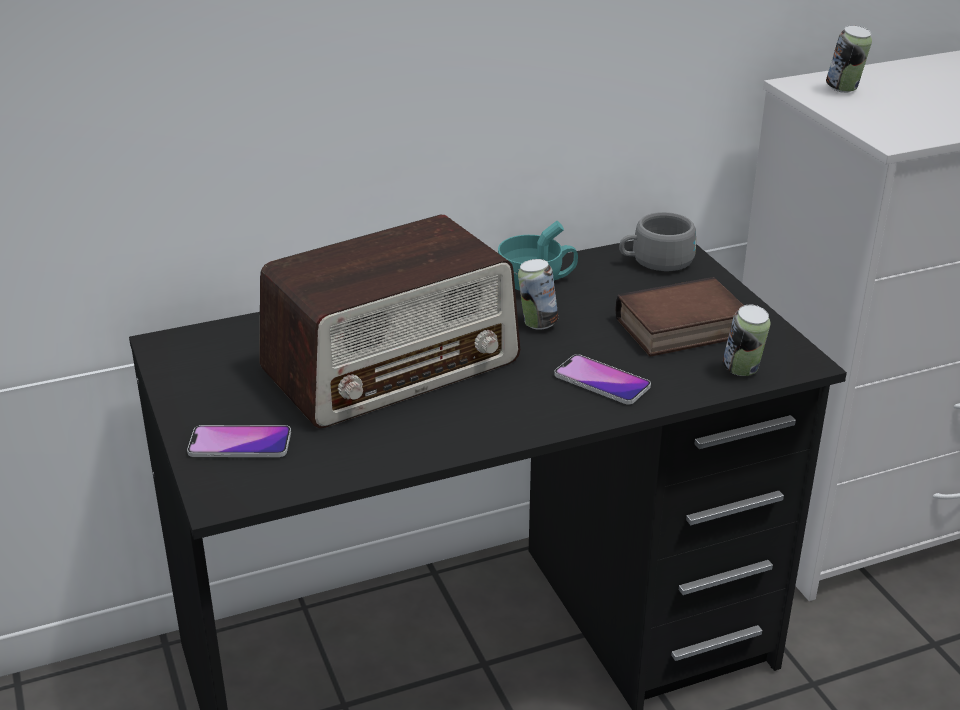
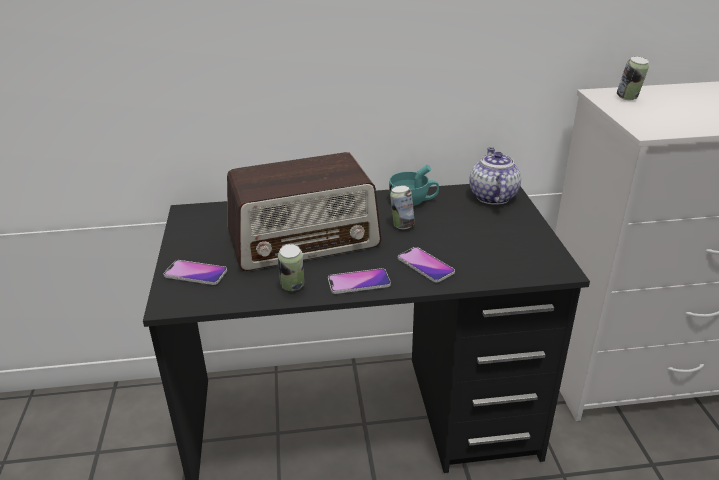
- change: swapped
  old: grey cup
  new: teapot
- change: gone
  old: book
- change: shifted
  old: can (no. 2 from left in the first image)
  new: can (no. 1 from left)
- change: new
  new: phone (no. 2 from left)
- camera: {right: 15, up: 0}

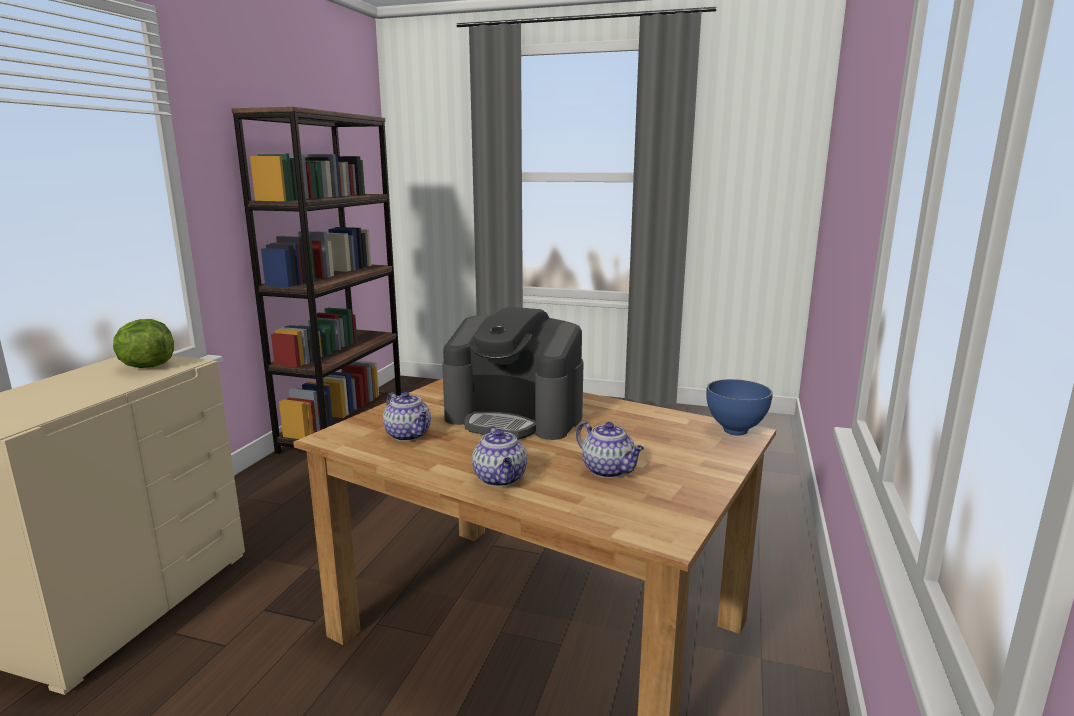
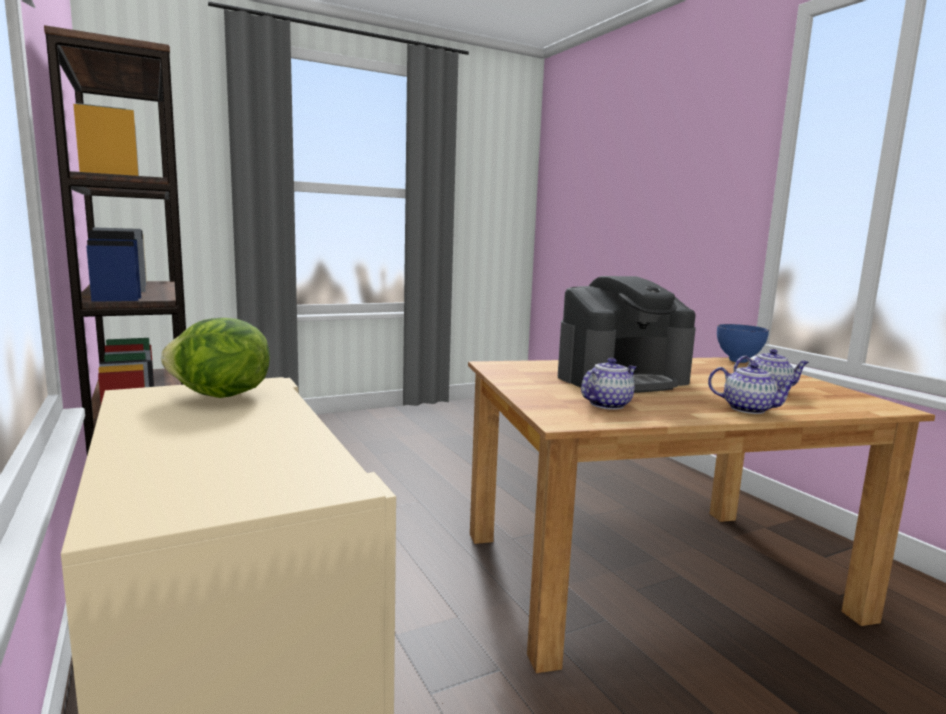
- change: rotated
  old: teapot (no. 1 from left)
  degrees: -45
- camera: {right: -45, up: -5}

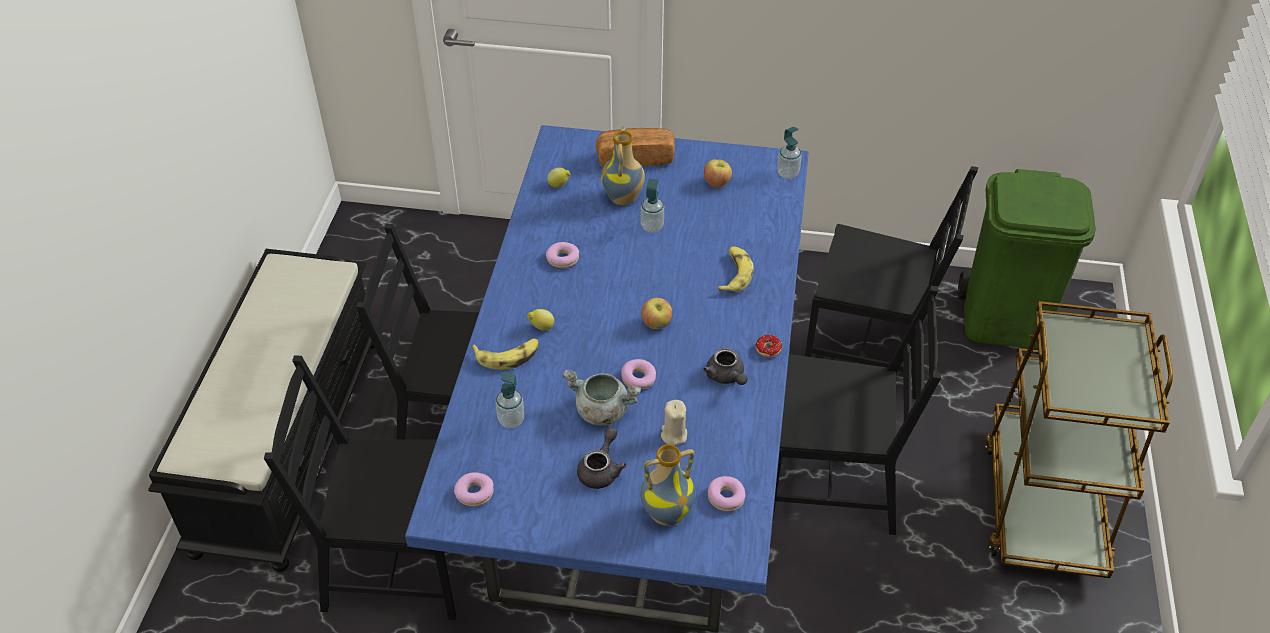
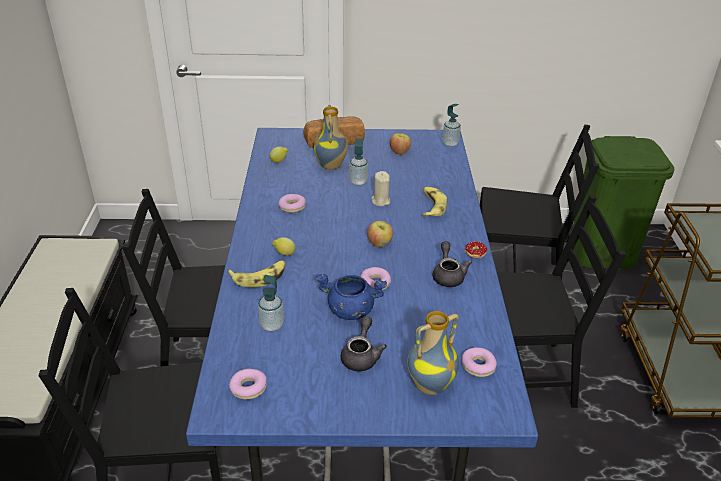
- change: rotated
  old: grey teapot (no. 2 from left)
  degrees: -150
- change: repainted
  old: grey cooking pot
  new: blue cooking pot
- change: shifted
  old: beige candle
- camera: {right: -10, up: -10}

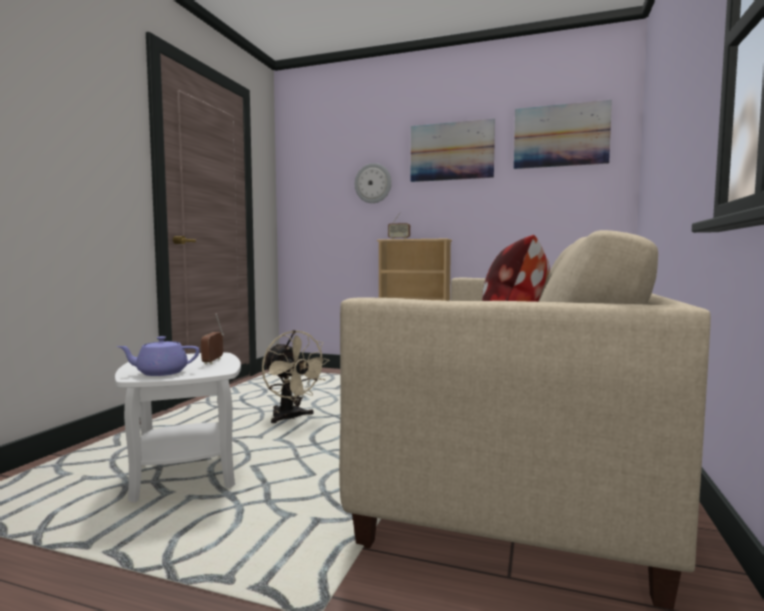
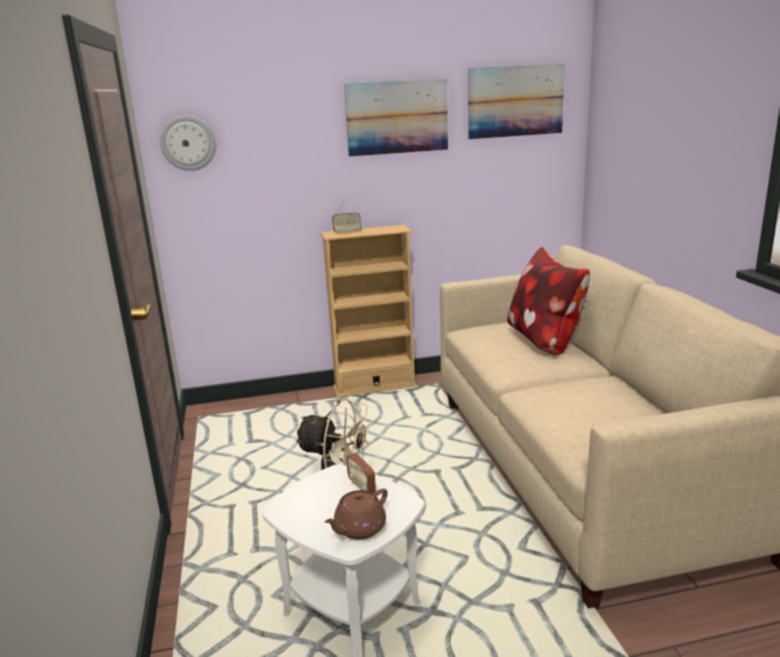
- change: shifted
  old: wall clock
- change: repainted
  old: purple teapot
  new: brown teapot
- camera: {right: -30, up: 15}

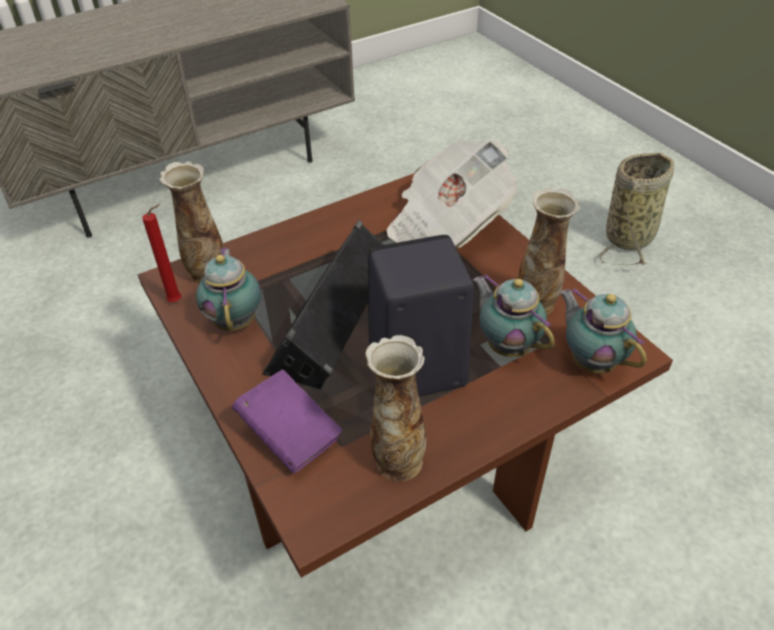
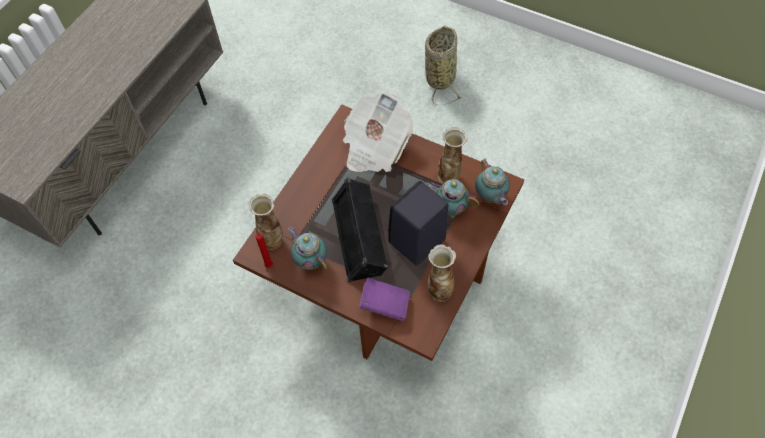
- change: rotated
  old: teapot (no. 3 from left)
  degrees: -135
- camera: {right: -30, up: 15}

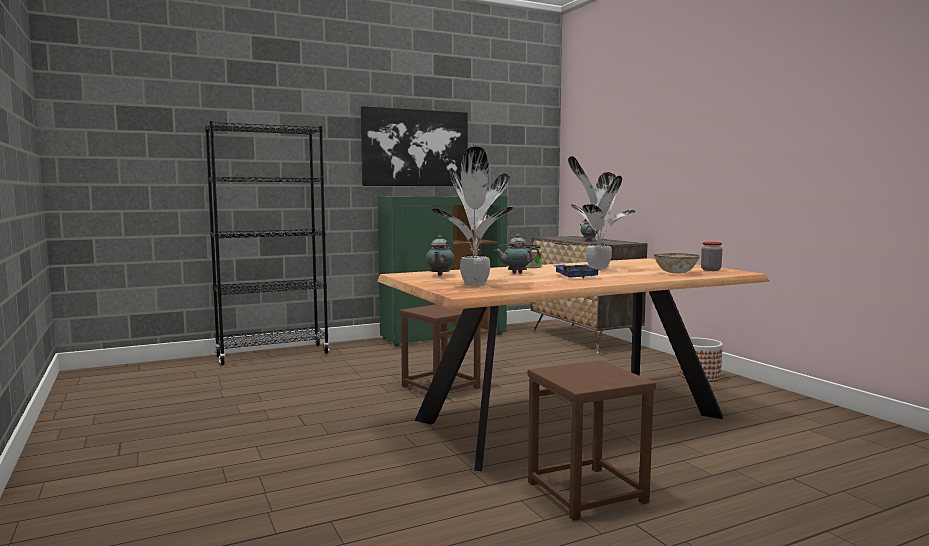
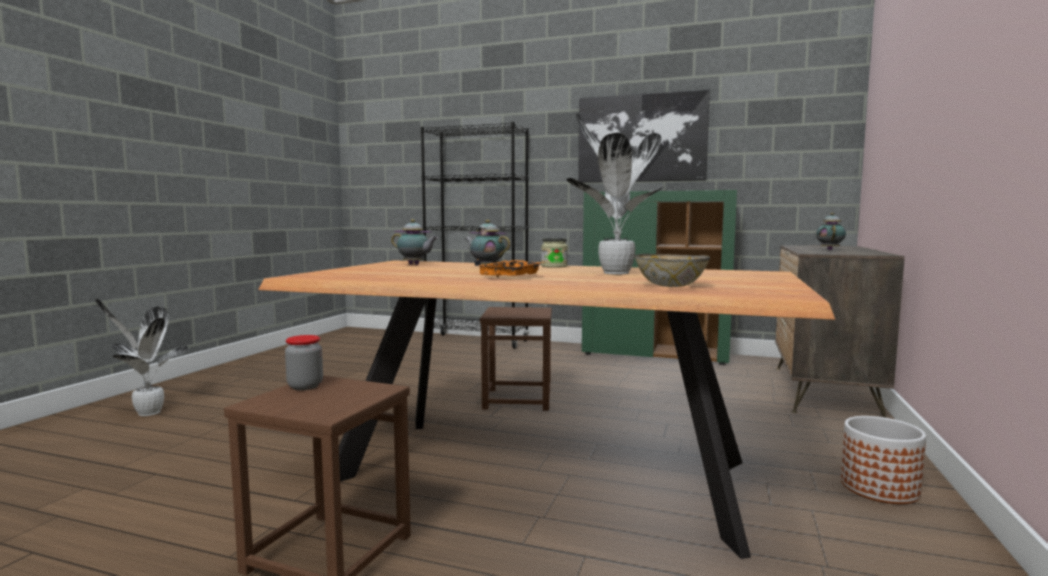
- change: shifted
  old: potted plant (no. 1 from left)
- change: rotated
  old: teapot (no. 1 from left)
  degrees: -120
- change: shifted
  old: jar (no. 2 from left in the first image)
  new: jar (no. 1 from left)
- change: repainted
  old: blue tray
  new: orange tray
- camera: {right: 45, up: 0}

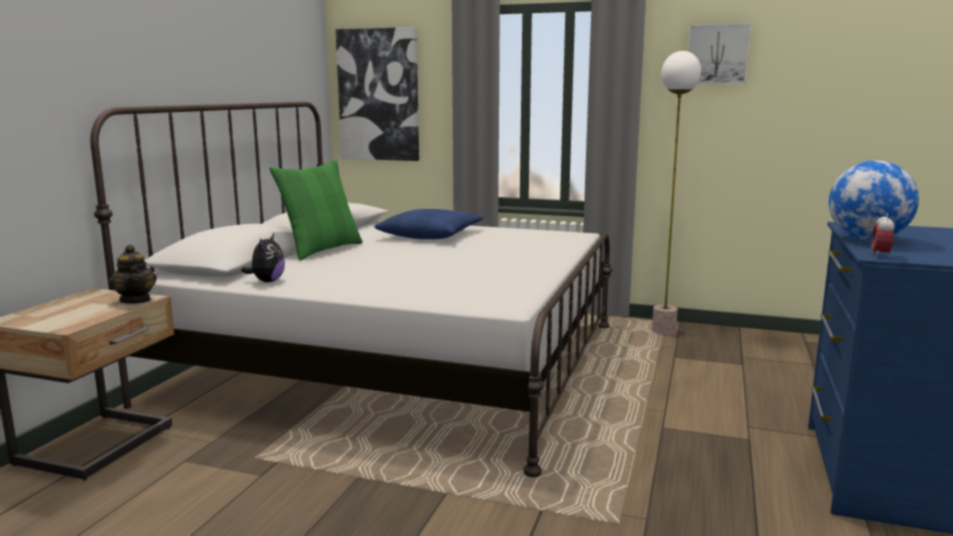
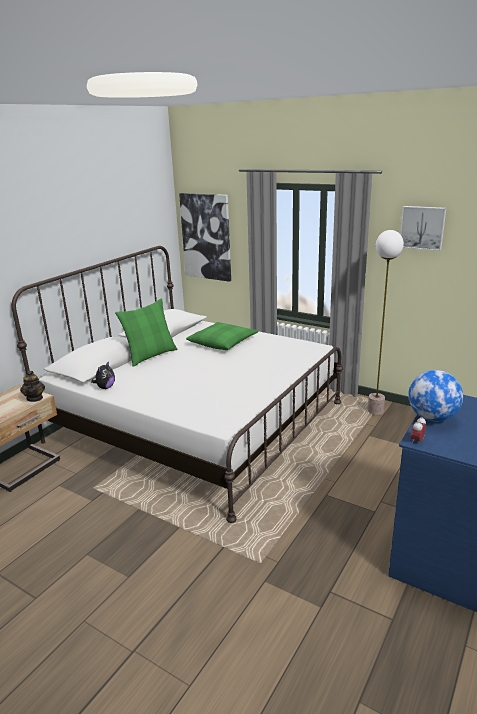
- change: repainted
  old: blue pillow
  new: green pillow (no. 2 from left)
- camera: {right: 15, up: 10}

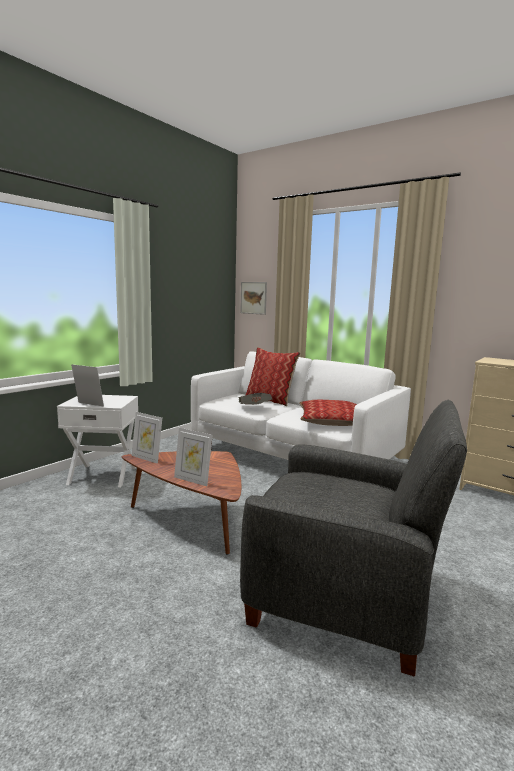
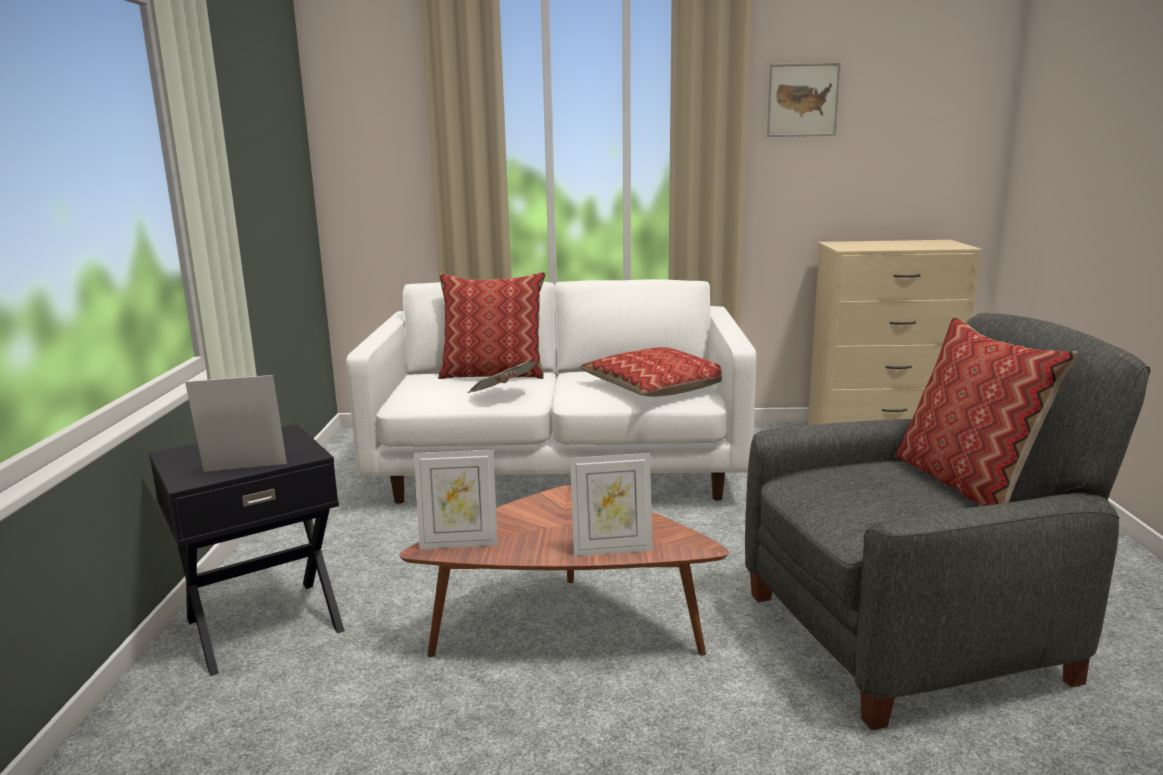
- change: shifted
  old: picture
- change: repainted
  old: white side table
  new: black side table
- change: new
  new: pillow (no. 3 from left)
- camera: {right: -35, up: 5}

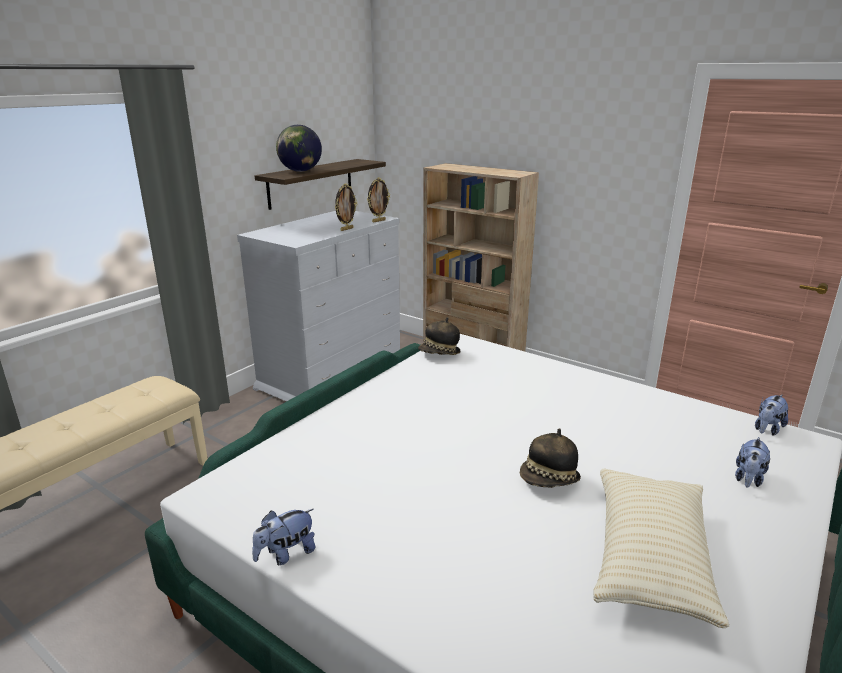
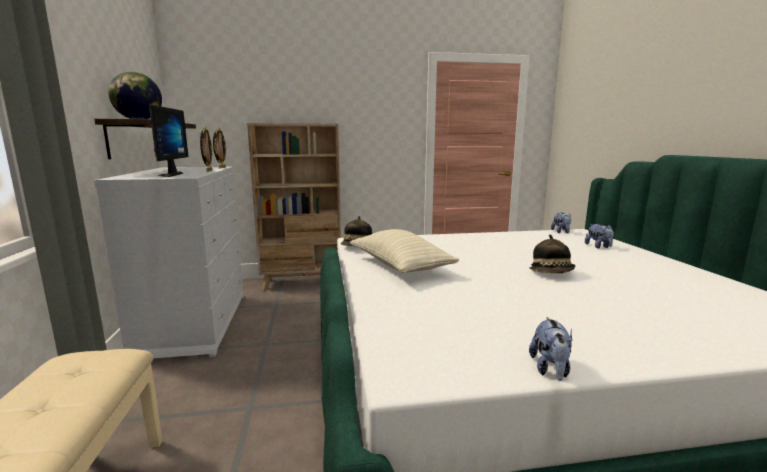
- change: shifted
  old: beige pillow
- change: new
  new: monitor
- camera: {right: -45, up: -10}

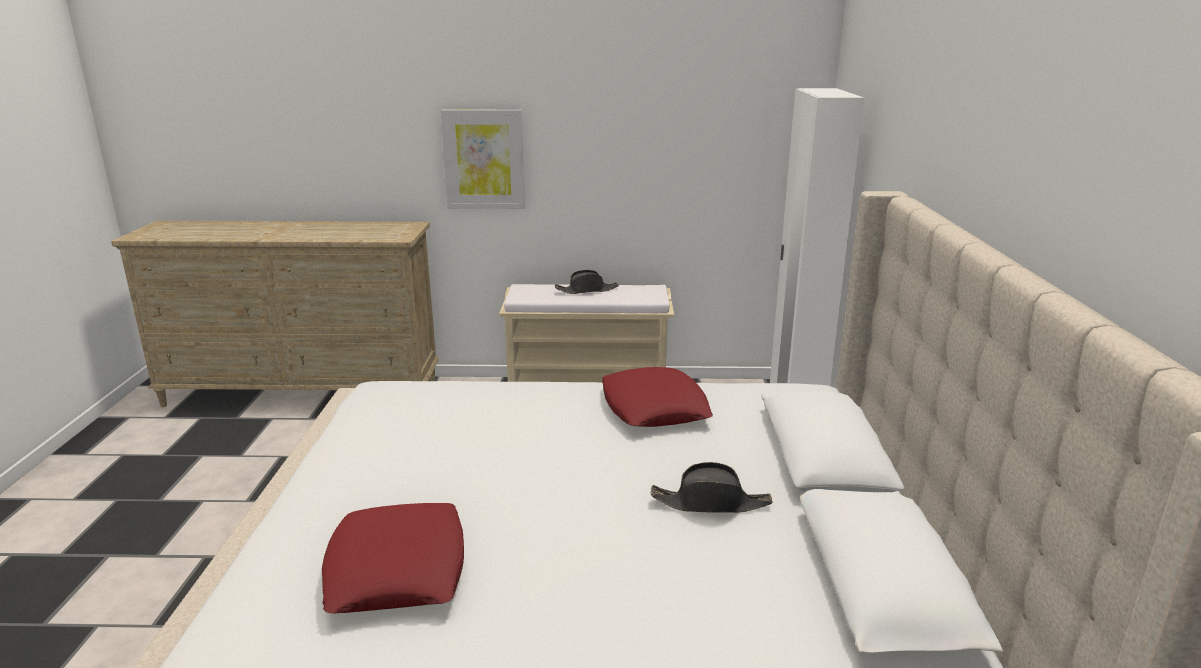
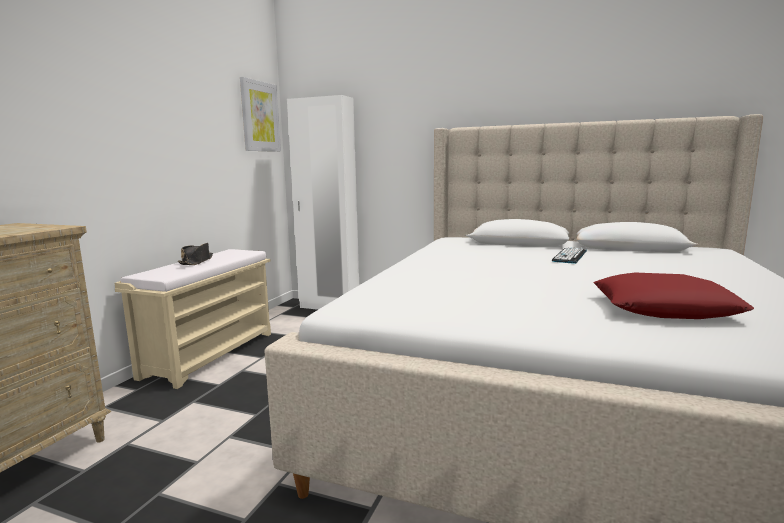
- change: shifted
  old: picture
- change: gone
  old: red pillow (no. 2 from left)
- change: swapped
  old: black hat (no. 2 from left)
  new: keyboard
- camera: {right: -70, up: -10}

